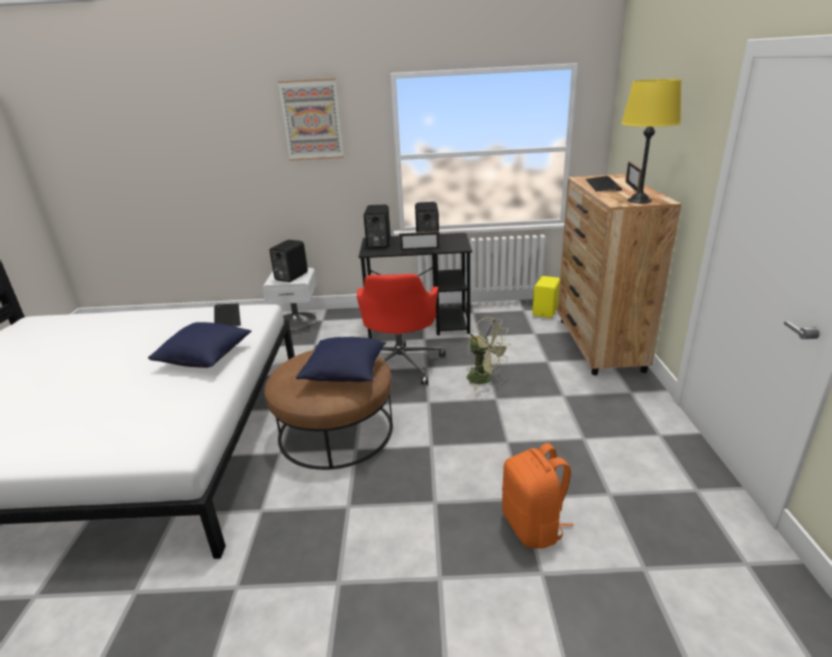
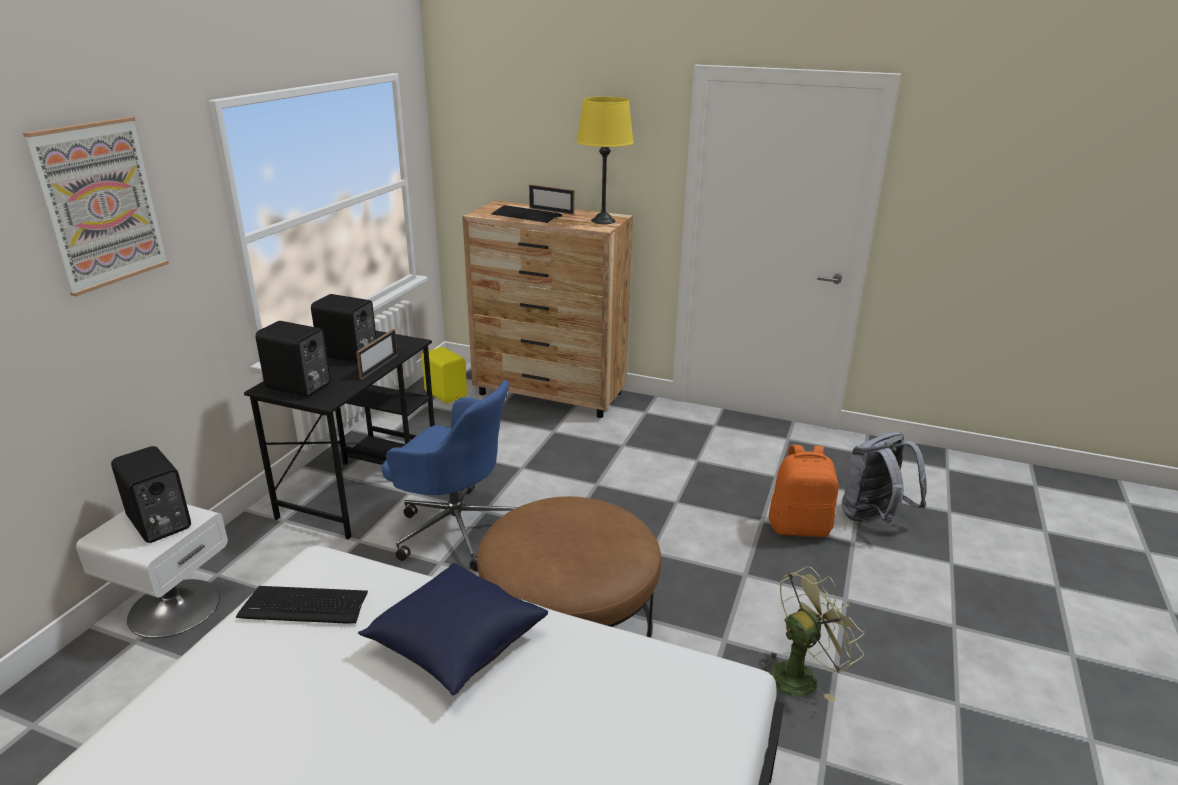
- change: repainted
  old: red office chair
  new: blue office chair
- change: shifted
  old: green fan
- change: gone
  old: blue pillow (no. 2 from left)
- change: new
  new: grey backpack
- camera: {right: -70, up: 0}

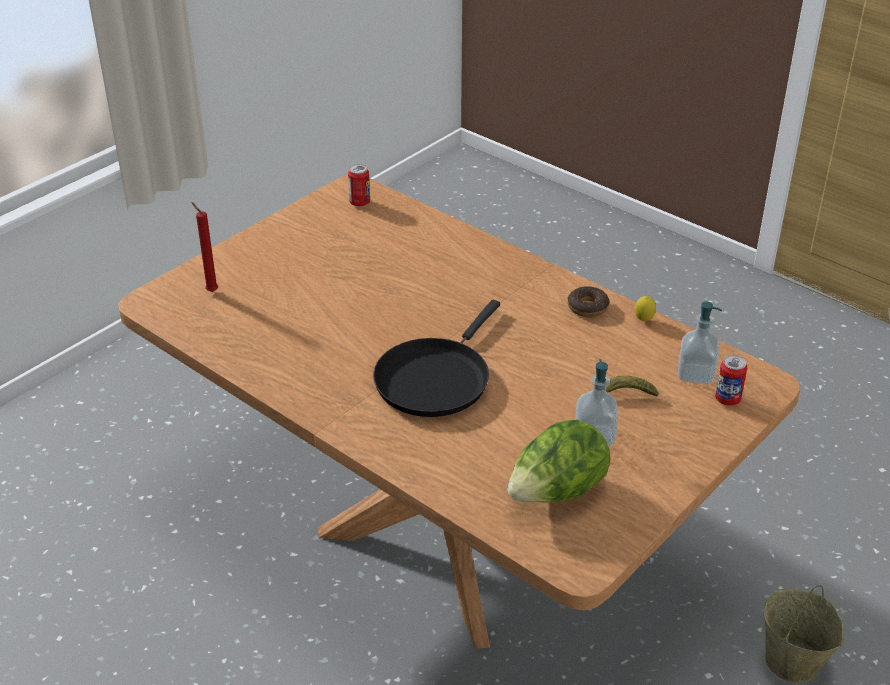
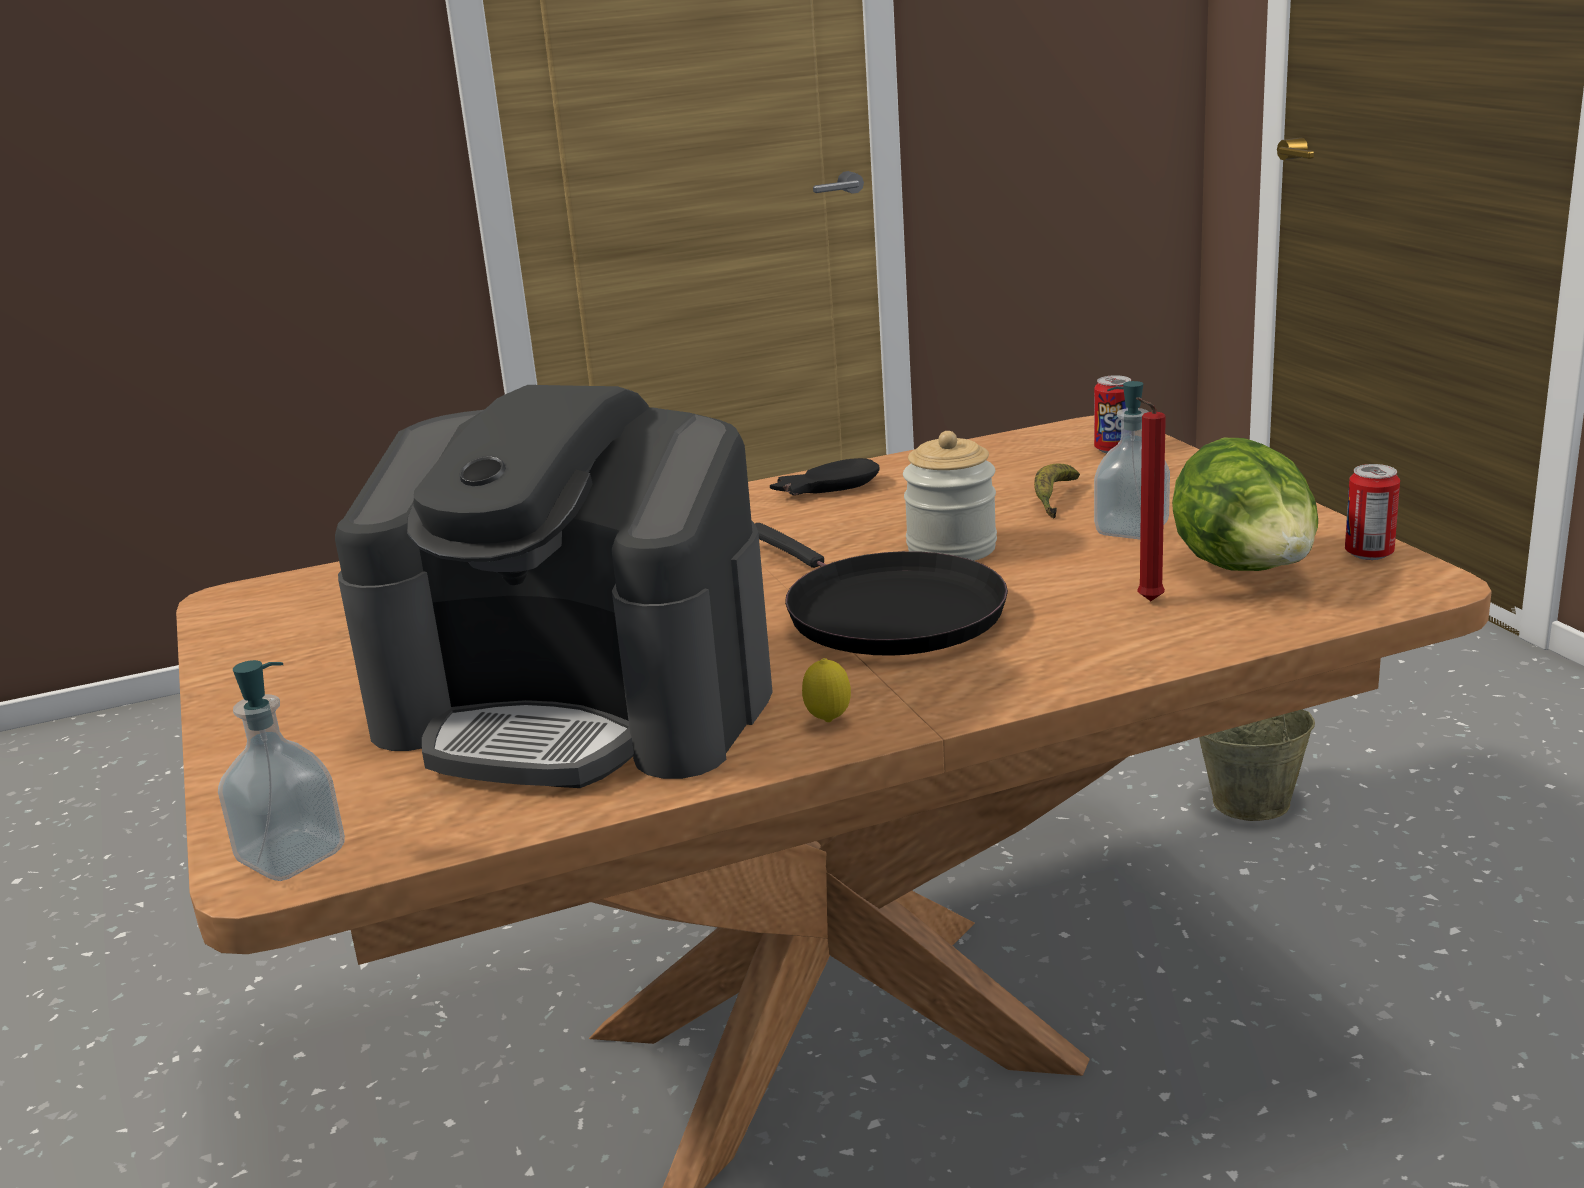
- change: shifted
  old: can (no. 1 from left in the first image)
  new: can (no. 2 from left)
- change: shifted
  old: red candle
- change: swapped
  old: donut
  new: black bowl
- change: shifted
  old: lemon
- change: shifted
  old: soap dispenser (no. 2 from left in the first image)
  new: soap dispenser (no. 1 from left)
- change: new
  new: coffee machine
- change: new
  new: jar
- camera: {right: -60, up: -15}

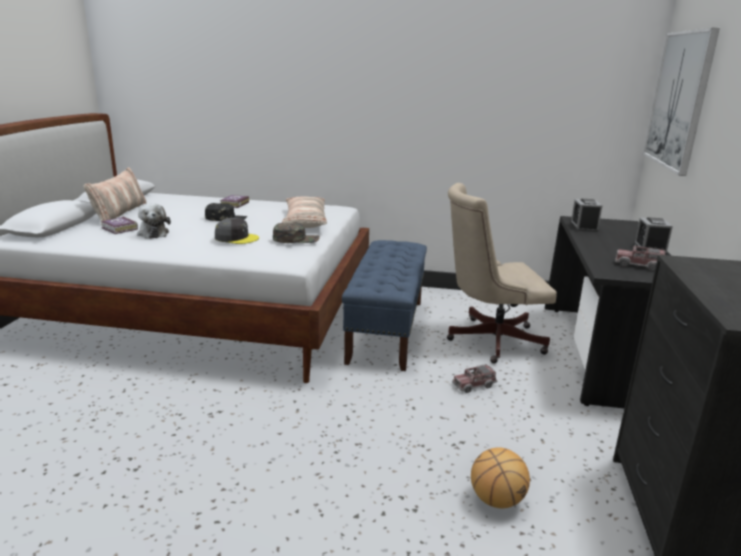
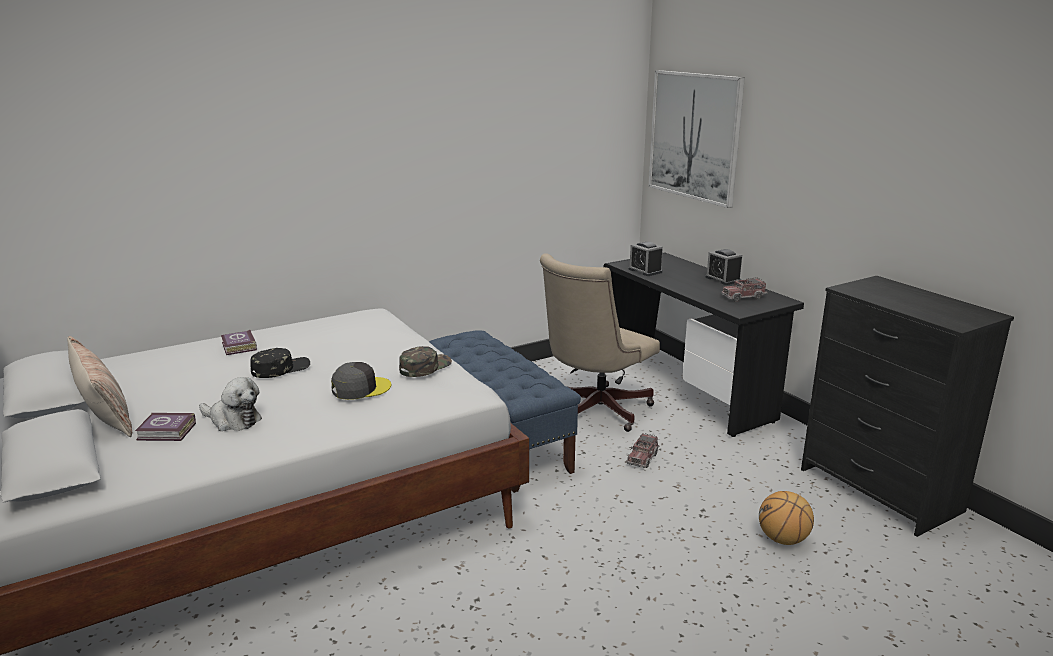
- change: gone
  old: pillow (no. 2 from left)
- camera: {right: -40, up: 0}

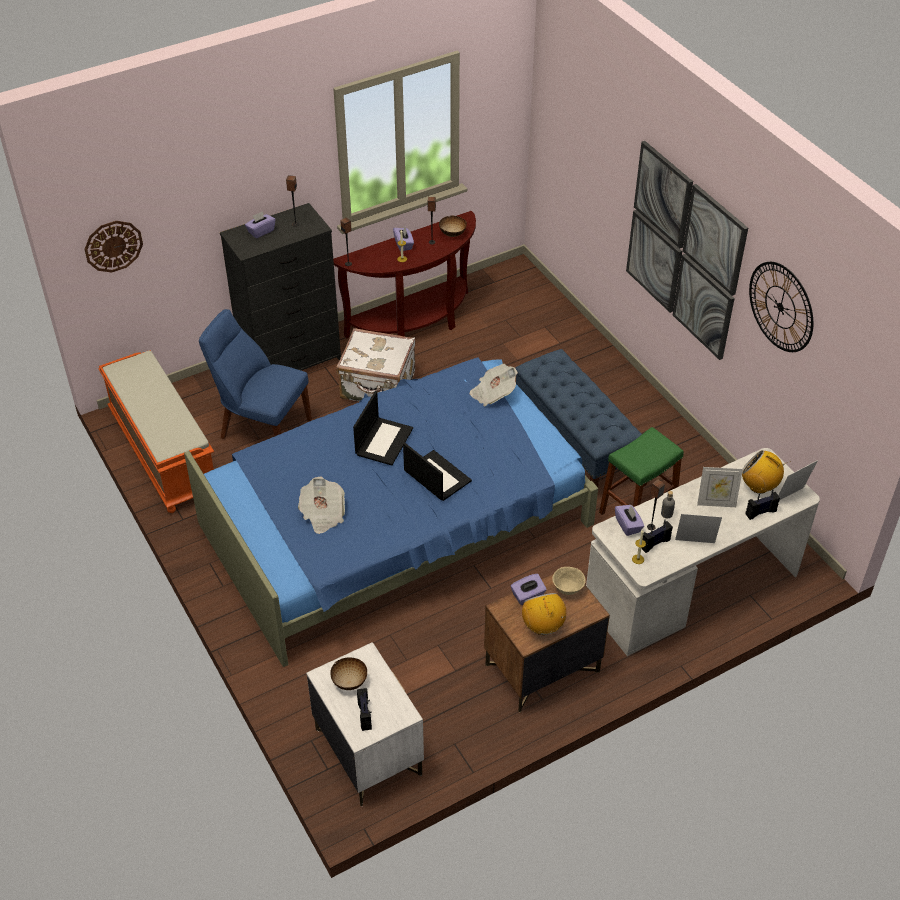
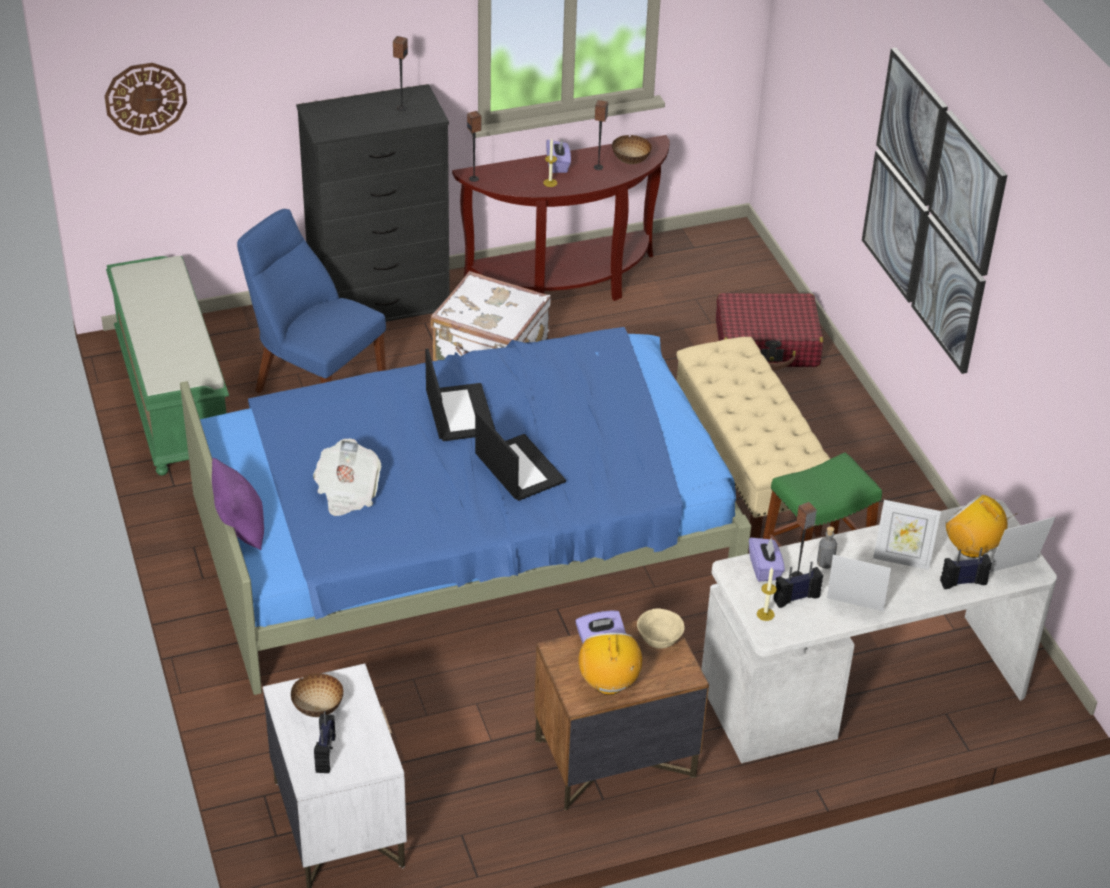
- change: gone
  old: purple tissue box (no. 1 from left)
- change: gone
  old: wall clock (no. 2 from left)
- change: repainted
  old: blue bench
  new: beige bench
- change: repainted
  old: orange bench
  new: green bench
- change: gone
  old: newspaper (no. 2 from left)
- change: rotated
  old: laptop (no. 1 from left)
  degrees: -45
- change: new
  new: red suitcase
- change: new
  new: purple pillow
- camera: {right: 10, up: -5}

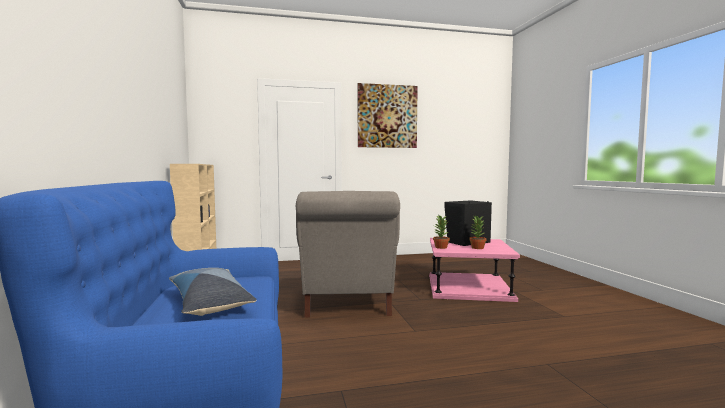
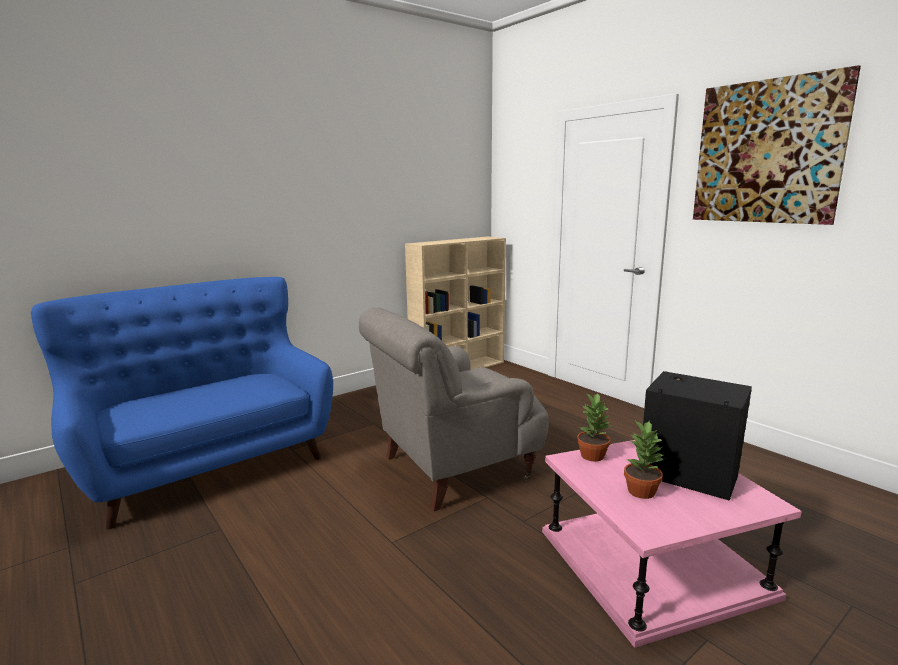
- change: gone
  old: pillow
- camera: {right: 65, up: 10}

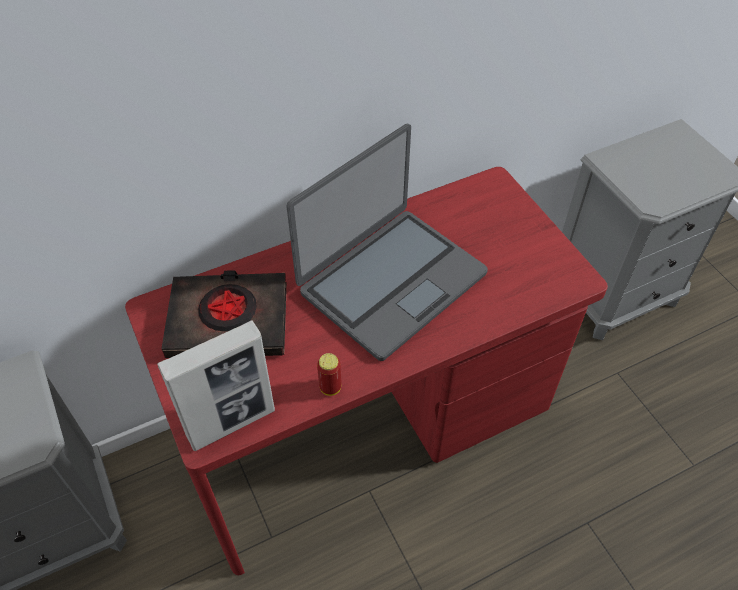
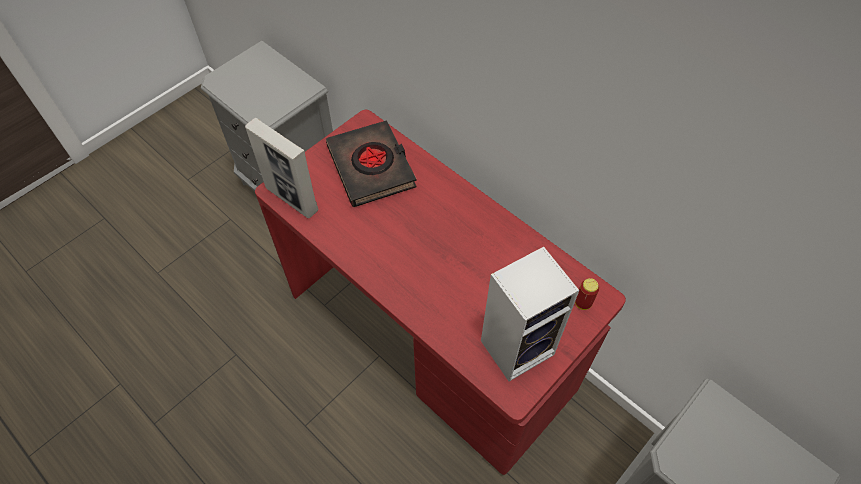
- change: gone
  old: laptop
- change: shifted
  old: can
- change: new
  new: speaker
- camera: {right: 70, up: 5}

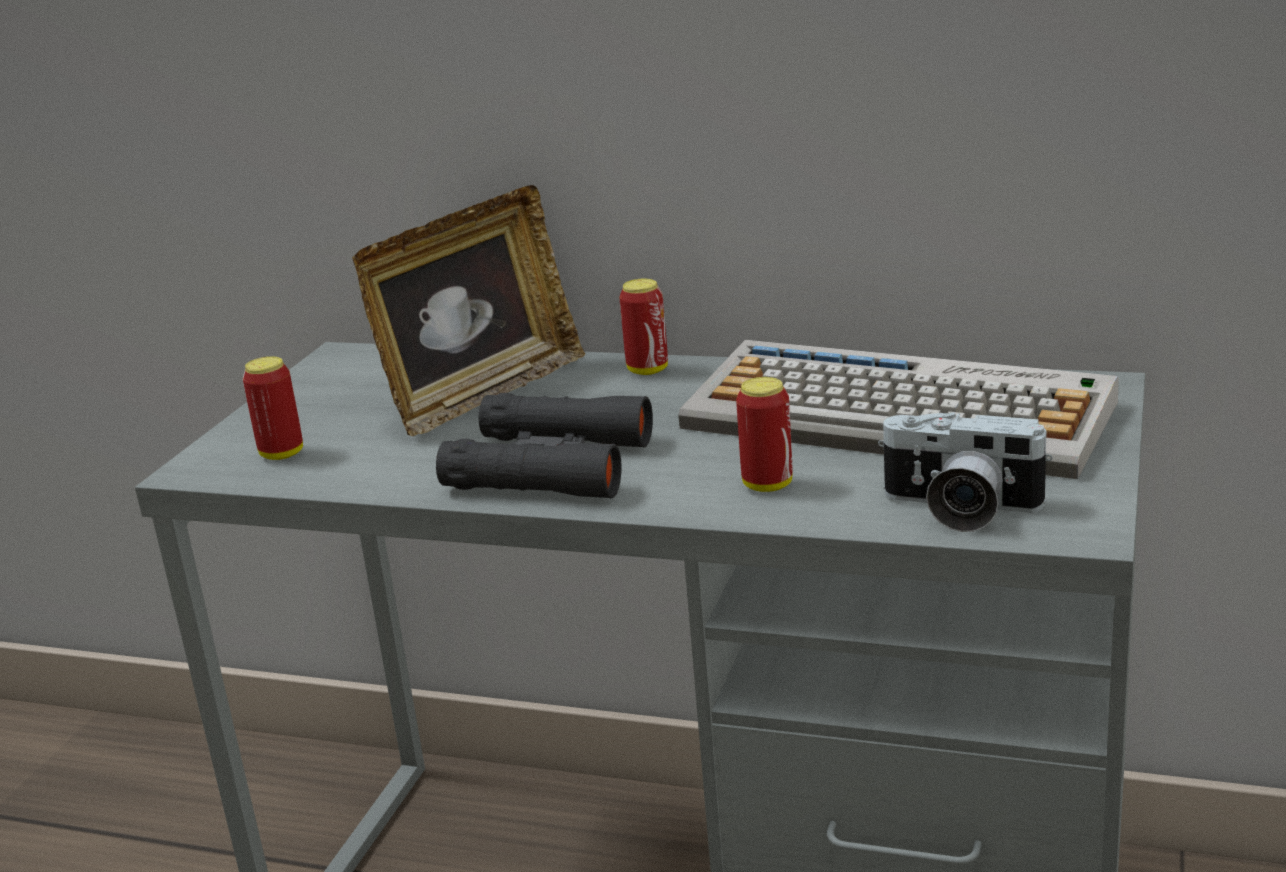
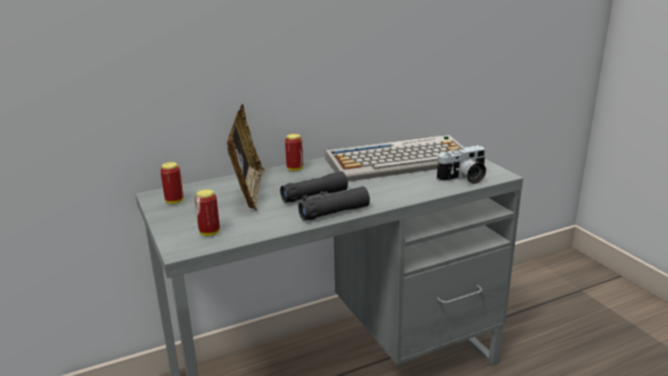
- change: shifted
  old: can (no. 3 from left in the first image)
  new: can (no. 1 from left)
- camera: {right: -45, up: 0}

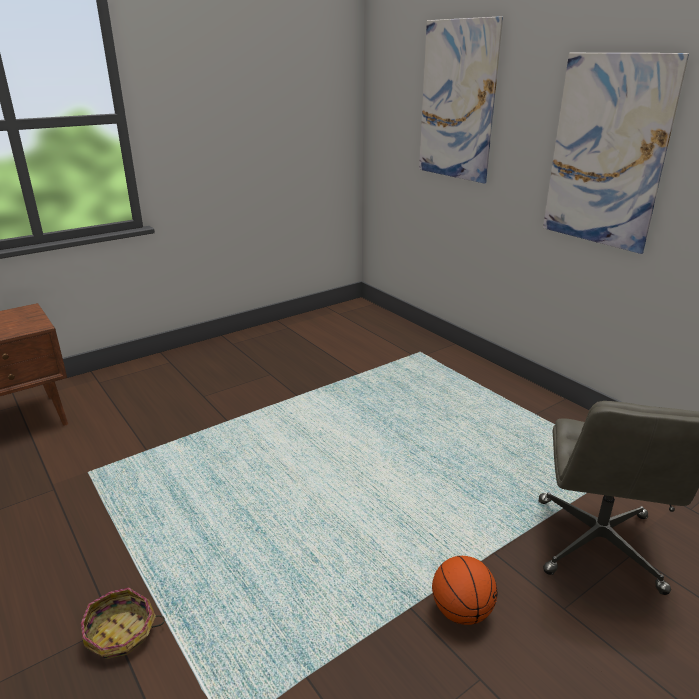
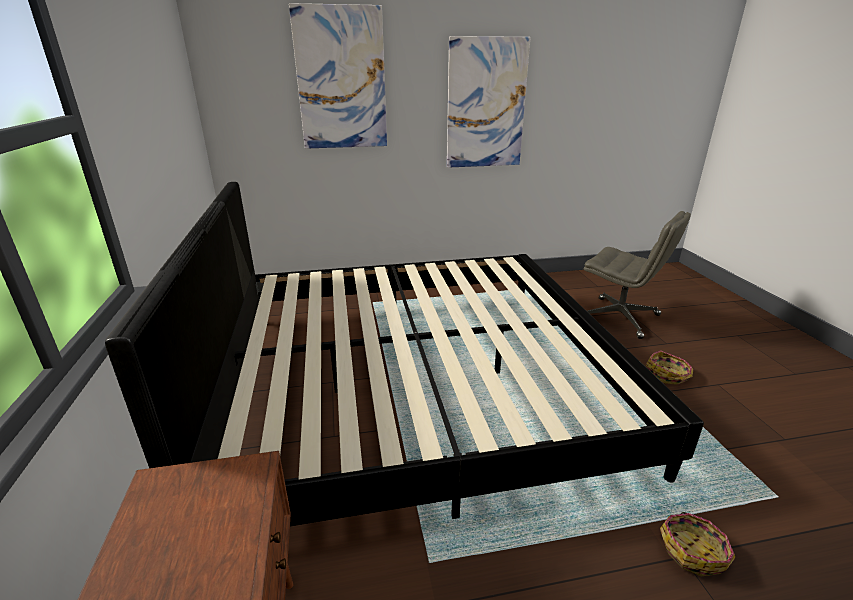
- change: swapped
  old: basketball
  new: basket (no. 1 from left)
- change: new
  new: bed
- camera: {right: -65, up: 0}

